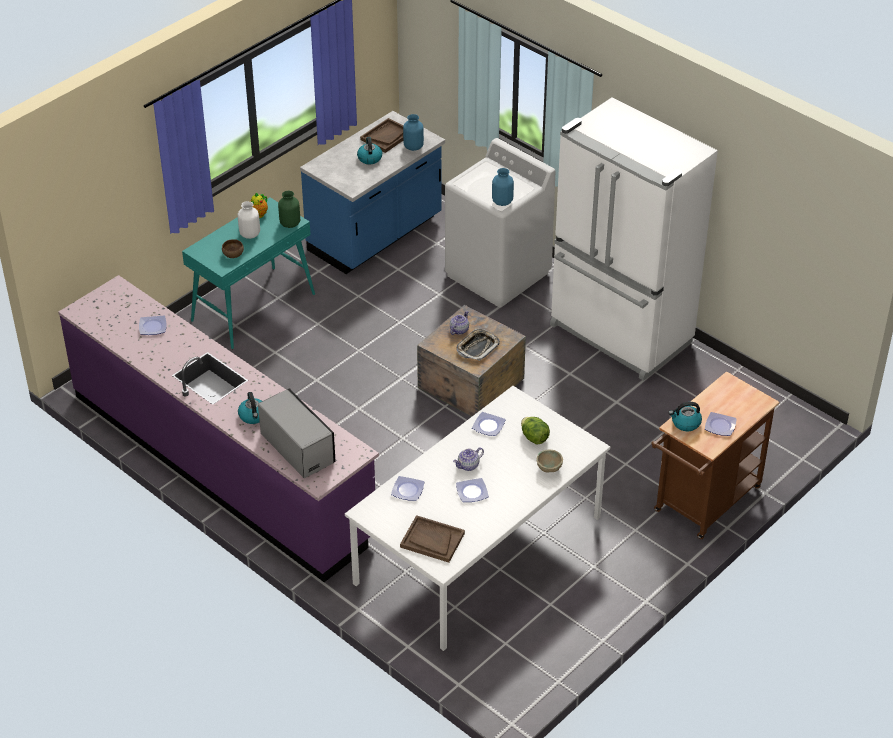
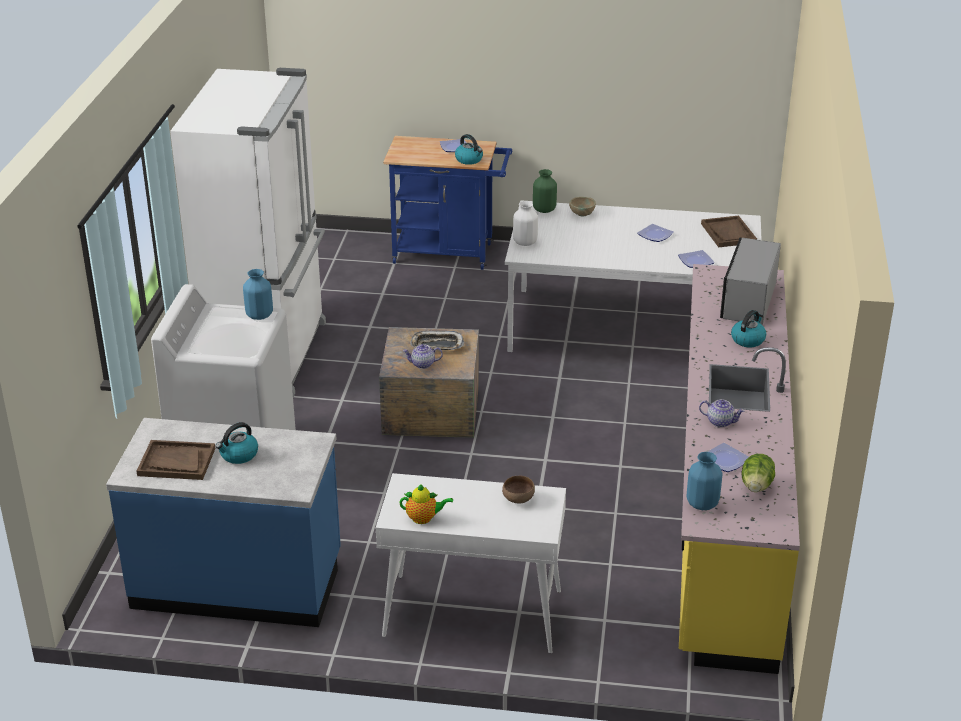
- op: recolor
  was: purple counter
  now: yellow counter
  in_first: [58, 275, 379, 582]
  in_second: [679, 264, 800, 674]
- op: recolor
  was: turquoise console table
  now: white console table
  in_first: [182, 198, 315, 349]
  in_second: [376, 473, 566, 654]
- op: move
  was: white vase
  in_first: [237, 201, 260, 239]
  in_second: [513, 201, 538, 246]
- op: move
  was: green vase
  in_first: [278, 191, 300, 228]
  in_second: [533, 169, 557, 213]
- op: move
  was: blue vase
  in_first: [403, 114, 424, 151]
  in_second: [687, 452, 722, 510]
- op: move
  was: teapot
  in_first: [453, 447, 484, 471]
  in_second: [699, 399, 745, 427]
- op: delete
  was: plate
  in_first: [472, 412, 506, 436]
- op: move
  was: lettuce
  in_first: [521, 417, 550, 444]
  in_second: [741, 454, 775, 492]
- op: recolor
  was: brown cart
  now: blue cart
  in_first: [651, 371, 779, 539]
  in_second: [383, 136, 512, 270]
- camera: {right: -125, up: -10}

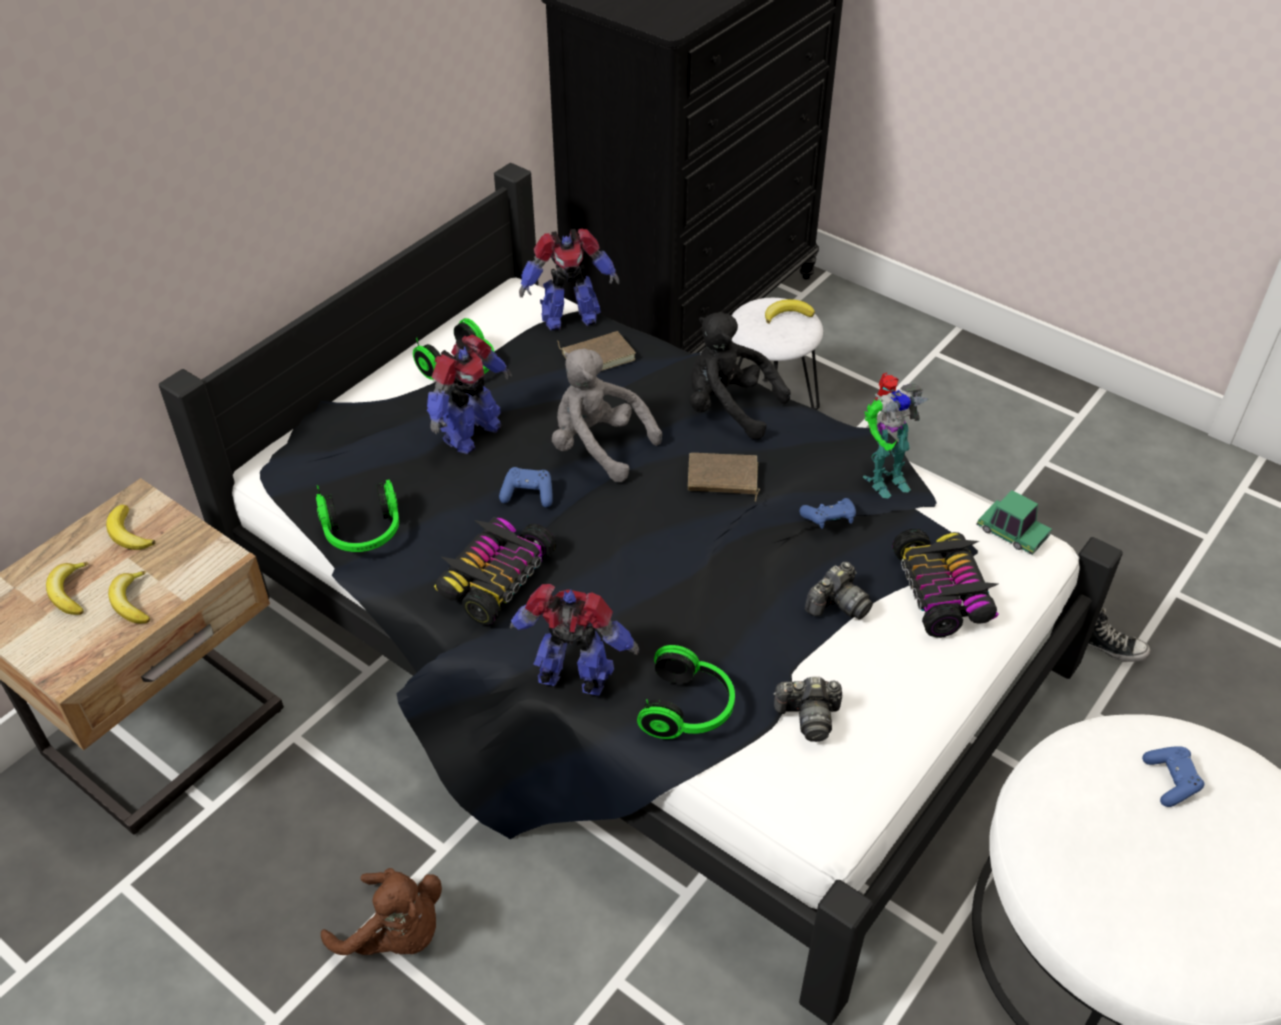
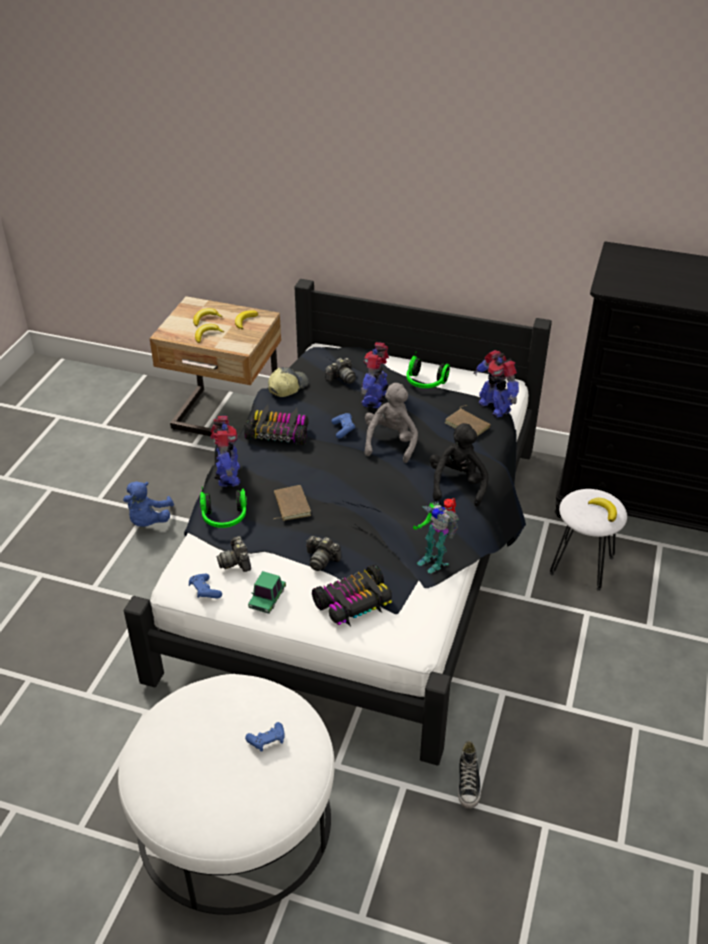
- op: replace
  was: headphones
  now: cap
  in_first: [316, 479, 399, 552]
  in_second: [268, 367, 309, 397]
- op: recolor
  was: brown plush toy
  now: blue plush toy
  in_first: [321, 868, 442, 955]
  in_second: [123, 481, 174, 527]
- op: rotate
  was: toy robot
  in_first: [427, 335, 512, 454]
  in_second: [361, 342, 389, 408]
  clockwise: 90
- op: move
  was: brown book
  in_first: [688, 453, 760, 501]
  in_second: [273, 485, 311, 521]
- op: move
  was: blue game controller
  in_first: [800, 498, 856, 529]
  in_second: [189, 574, 222, 598]
- op: move
  was: toy car
  in_first: [976, 490, 1052, 555]
  in_second: [248, 571, 286, 614]
- op: insert
  now: photo camera
  in_second: [325, 358, 356, 384]
- camera: {right: 70, up: -5}

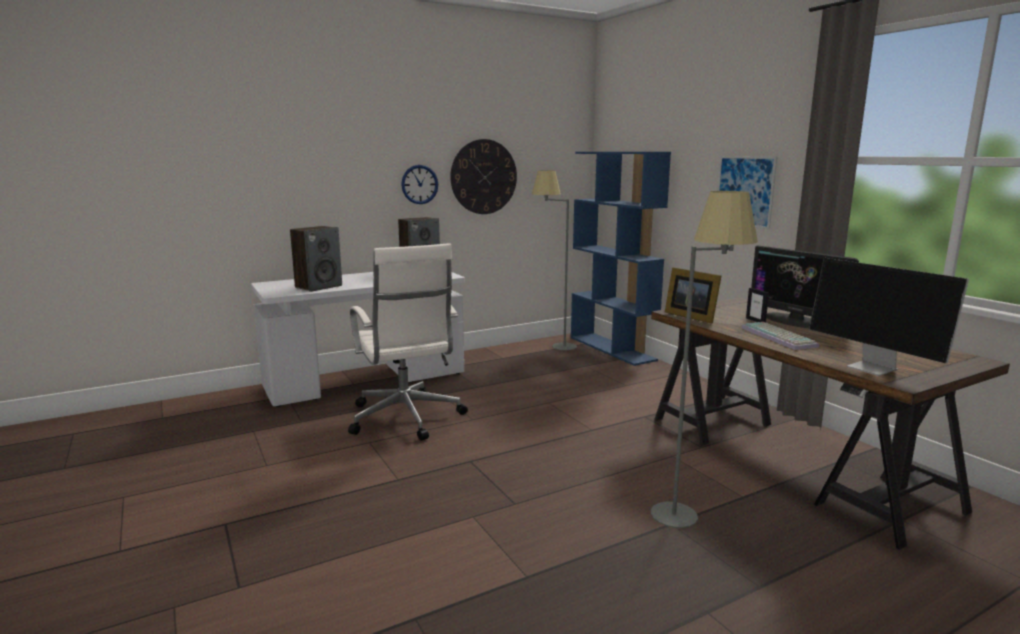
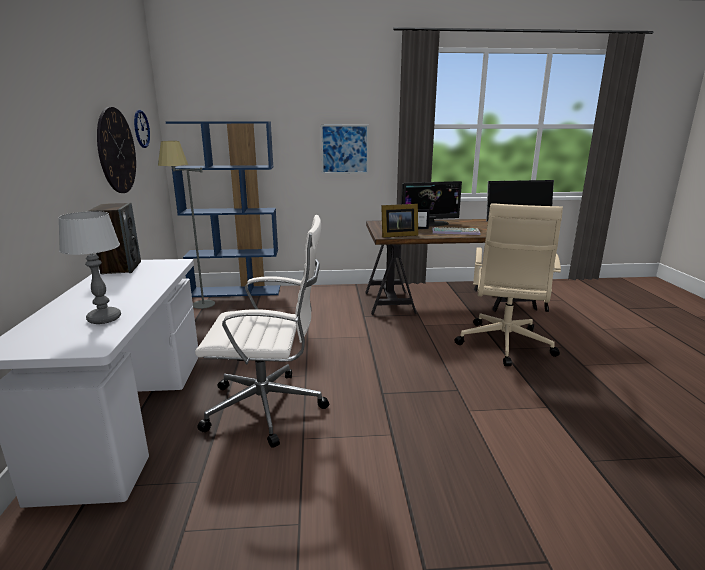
- op: replace
  was: speaker
  now: table lamp
  in_first: [290, 226, 342, 292]
  in_second: [58, 211, 121, 324]
- op: move
  was: wall clock
  in_first: [401, 165, 438, 204]
  in_second: [134, 110, 150, 148]
- op: replace
  was: grey floor lamp
  now: beige office chair
  in_first: [651, 191, 758, 528]
  in_second: [454, 203, 563, 366]
- camera: {right: -65, up: 5}

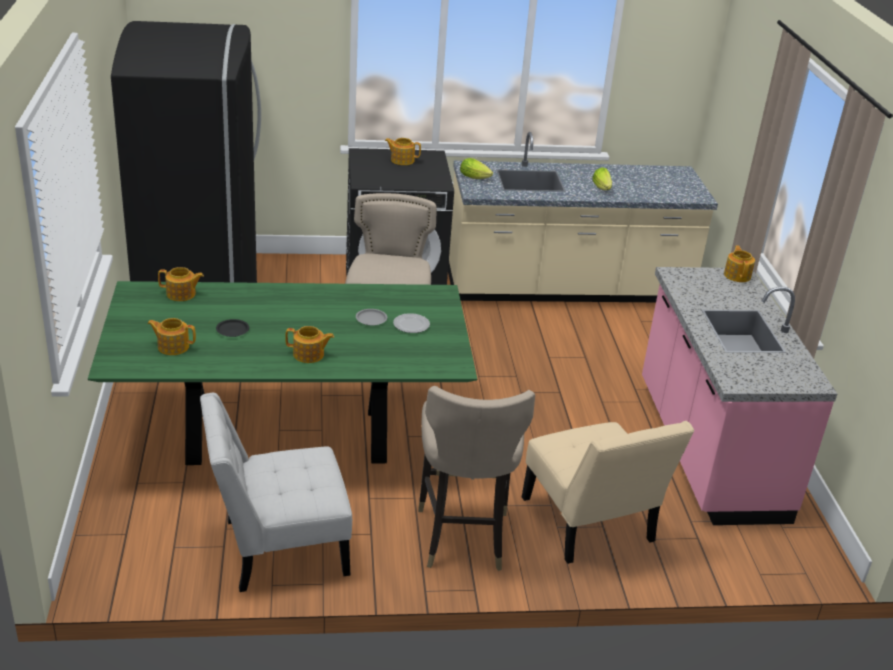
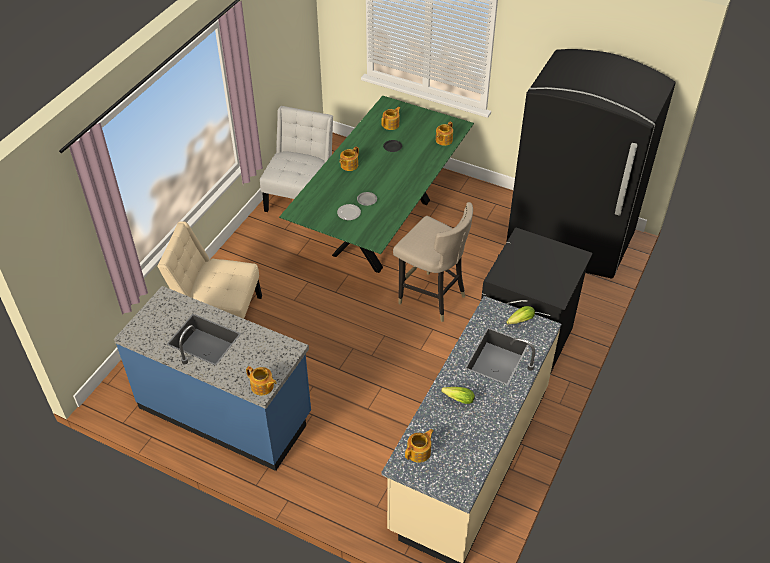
- op: move
  was: teapot
  in_first: [385, 138, 421, 165]
  in_second: [405, 429, 434, 463]
- op: delete
  was: beige stool
  in_first: [418, 386, 535, 571]
- op: recolor
  was: pink counter
  now: blue counter
  in_first: [642, 267, 837, 525]
  in_second: [114, 286, 311, 471]
- camera: {right: 125, up: 15}

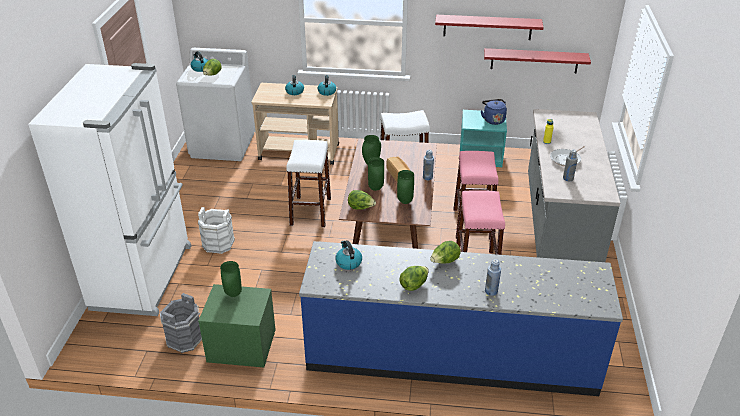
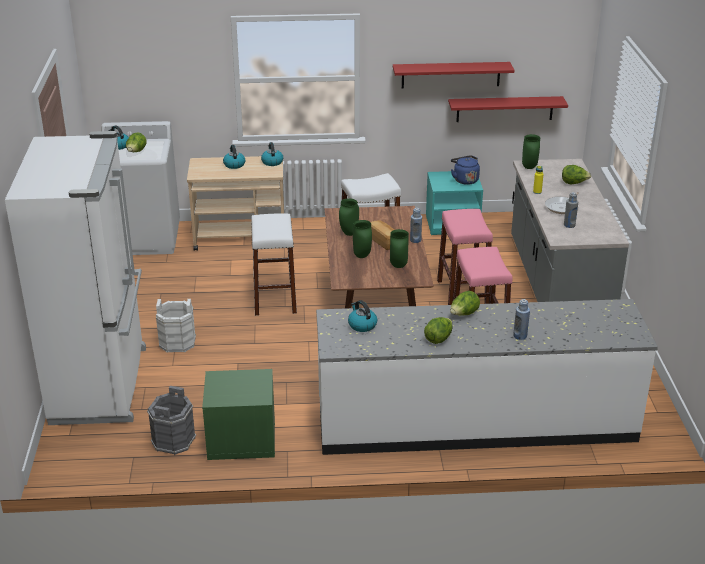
- op: move
  was: green vase
  in_first: [220, 261, 242, 297]
  in_second: [522, 134, 540, 169]
- op: recolor
  was: blue counter
  now: white counter
  in_first: [299, 241, 623, 396]
  in_second: [316, 299, 658, 455]
- op: move
  was: lettuce
  in_first: [348, 190, 376, 210]
  in_second: [562, 165, 591, 184]
- camera: {right: -10, up: -5}

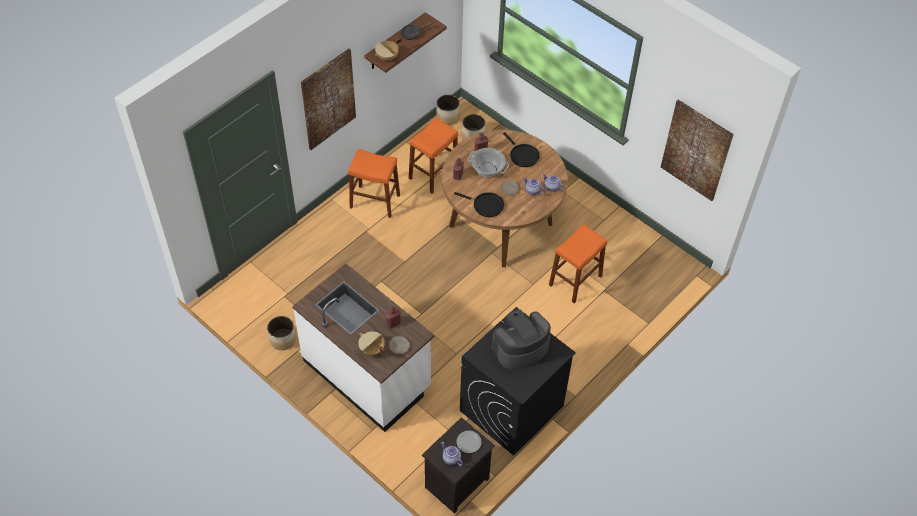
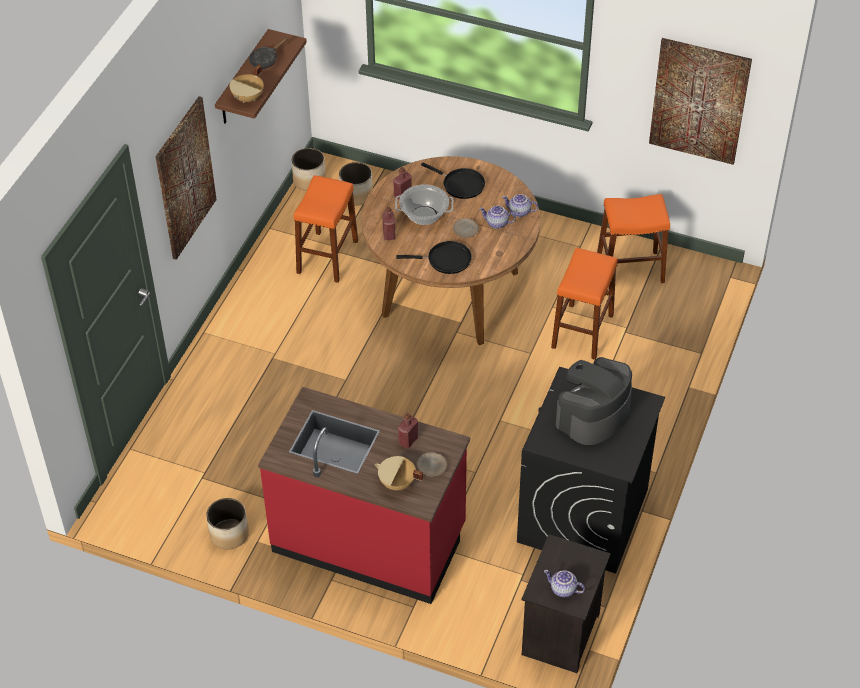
- op: recolor
  was: white counter
  now: red counter
  in_first: [292, 263, 435, 432]
  in_second: [258, 387, 470, 604]
- op: move
  was: orange stool
  in_first: [348, 149, 400, 218]
  in_second: [597, 194, 670, 283]
- op: delete
  was: plate
  in_first: [457, 431, 482, 453]
- camera: {right: -20, up: -5}

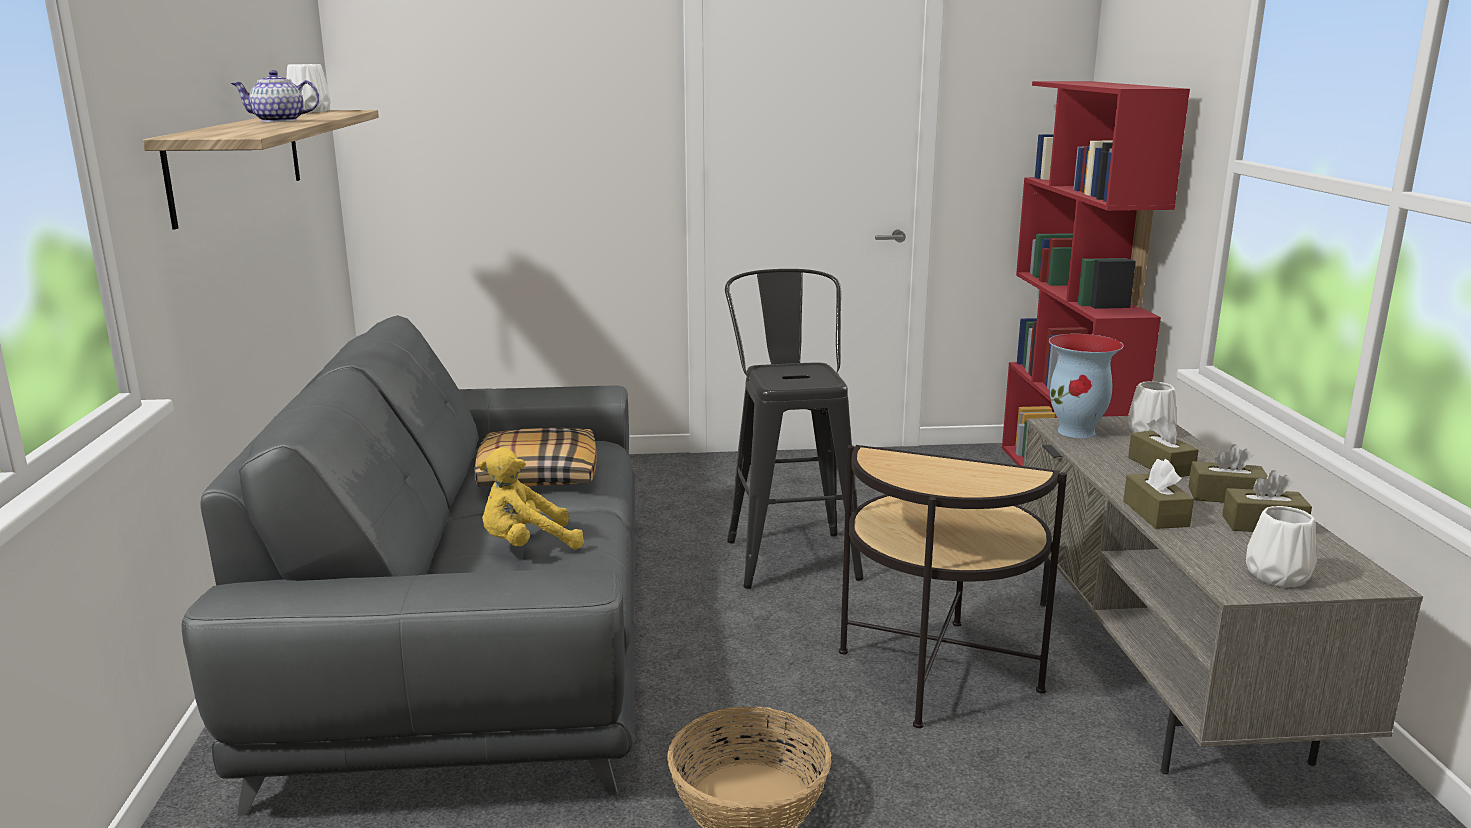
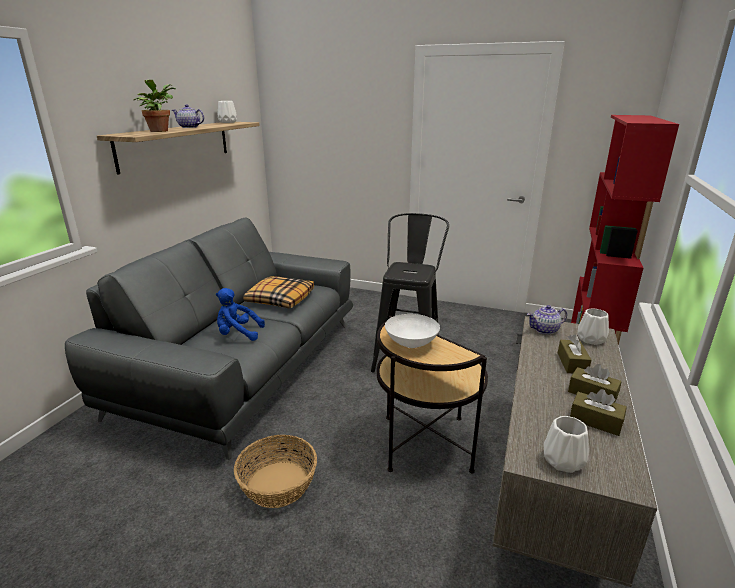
- op: recolor
  was: yellow plush toy
  now: blue plush toy
  in_first: [478, 448, 584, 549]
  in_second: [216, 288, 265, 341]
- op: replace
  was: vase
  now: teapot
  in_first: [1049, 334, 1124, 438]
  in_second: [527, 305, 567, 335]
- op: delete
  was: brown tissue box
  in_first: [1123, 459, 1194, 529]
- op: insert
  now: potted plant
  in_second: [134, 80, 176, 132]
- op: insert
  now: white bowl
  in_second: [385, 314, 440, 348]
- camera: {right: 25, up: 5}

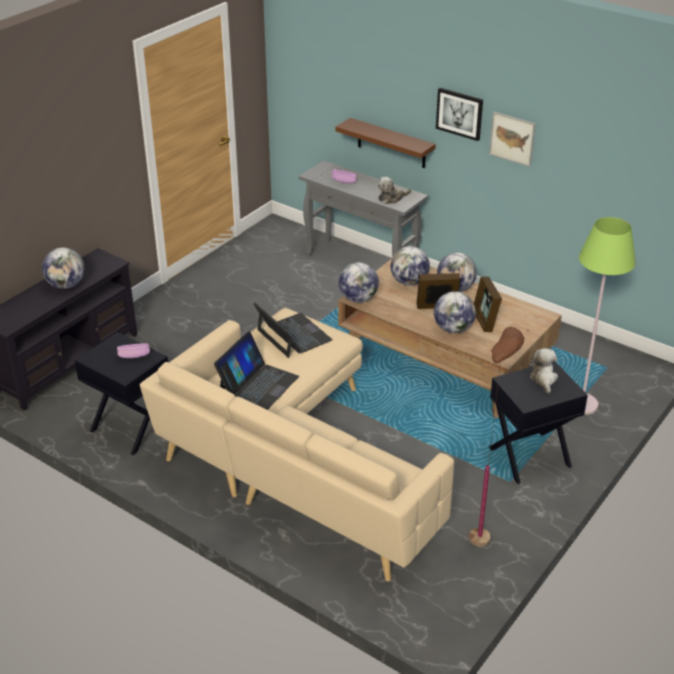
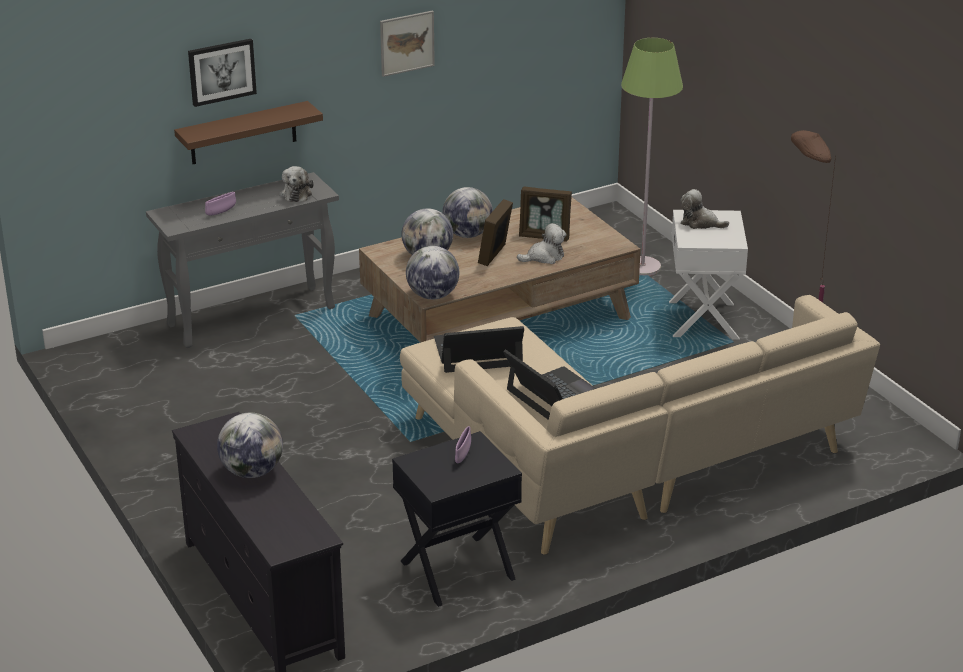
- op: replace
  was: globe
  now: plush toy
  in_first: [434, 291, 476, 333]
  in_second: [517, 223, 567, 264]
- op: move
  was: picture
  in_first: [436, 88, 483, 141]
  in_second: [188, 39, 257, 107]
- op: recolor
  was: black side table
  now: white side table
  in_first: [489, 362, 588, 484]
  in_second: [669, 210, 748, 340]
- camera: {right: -65, up: -5}

